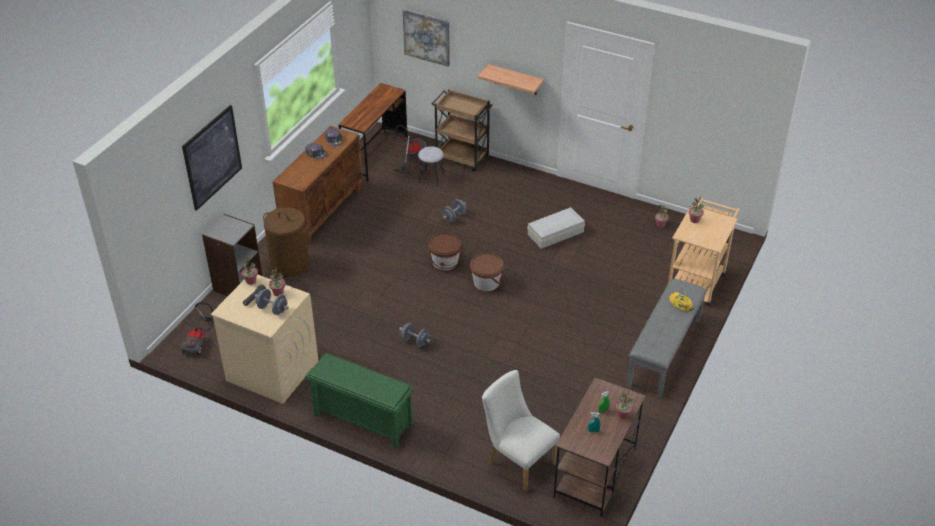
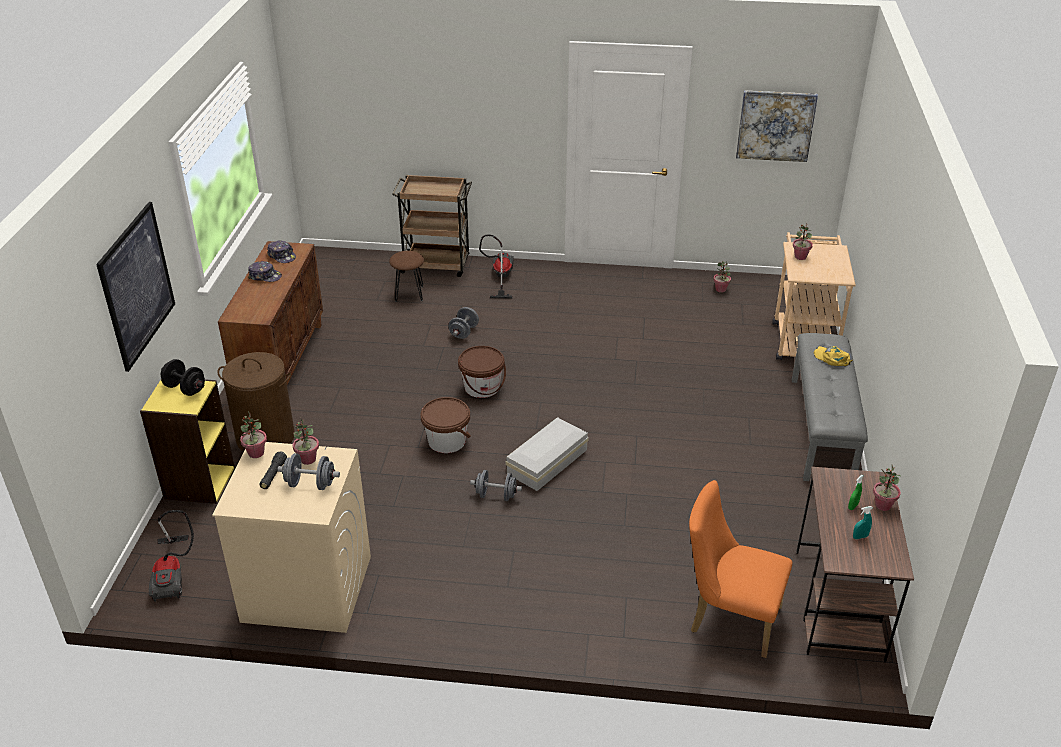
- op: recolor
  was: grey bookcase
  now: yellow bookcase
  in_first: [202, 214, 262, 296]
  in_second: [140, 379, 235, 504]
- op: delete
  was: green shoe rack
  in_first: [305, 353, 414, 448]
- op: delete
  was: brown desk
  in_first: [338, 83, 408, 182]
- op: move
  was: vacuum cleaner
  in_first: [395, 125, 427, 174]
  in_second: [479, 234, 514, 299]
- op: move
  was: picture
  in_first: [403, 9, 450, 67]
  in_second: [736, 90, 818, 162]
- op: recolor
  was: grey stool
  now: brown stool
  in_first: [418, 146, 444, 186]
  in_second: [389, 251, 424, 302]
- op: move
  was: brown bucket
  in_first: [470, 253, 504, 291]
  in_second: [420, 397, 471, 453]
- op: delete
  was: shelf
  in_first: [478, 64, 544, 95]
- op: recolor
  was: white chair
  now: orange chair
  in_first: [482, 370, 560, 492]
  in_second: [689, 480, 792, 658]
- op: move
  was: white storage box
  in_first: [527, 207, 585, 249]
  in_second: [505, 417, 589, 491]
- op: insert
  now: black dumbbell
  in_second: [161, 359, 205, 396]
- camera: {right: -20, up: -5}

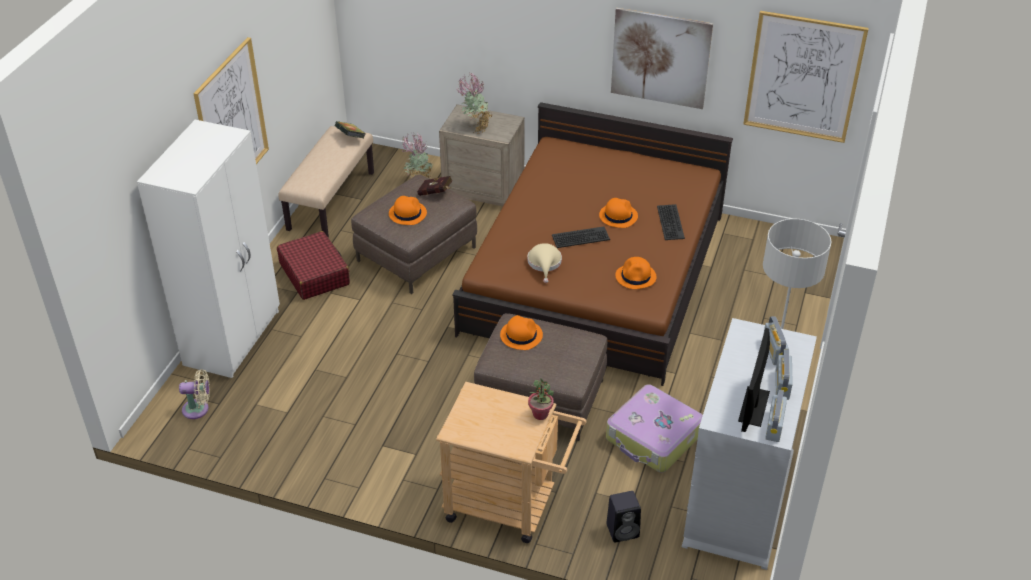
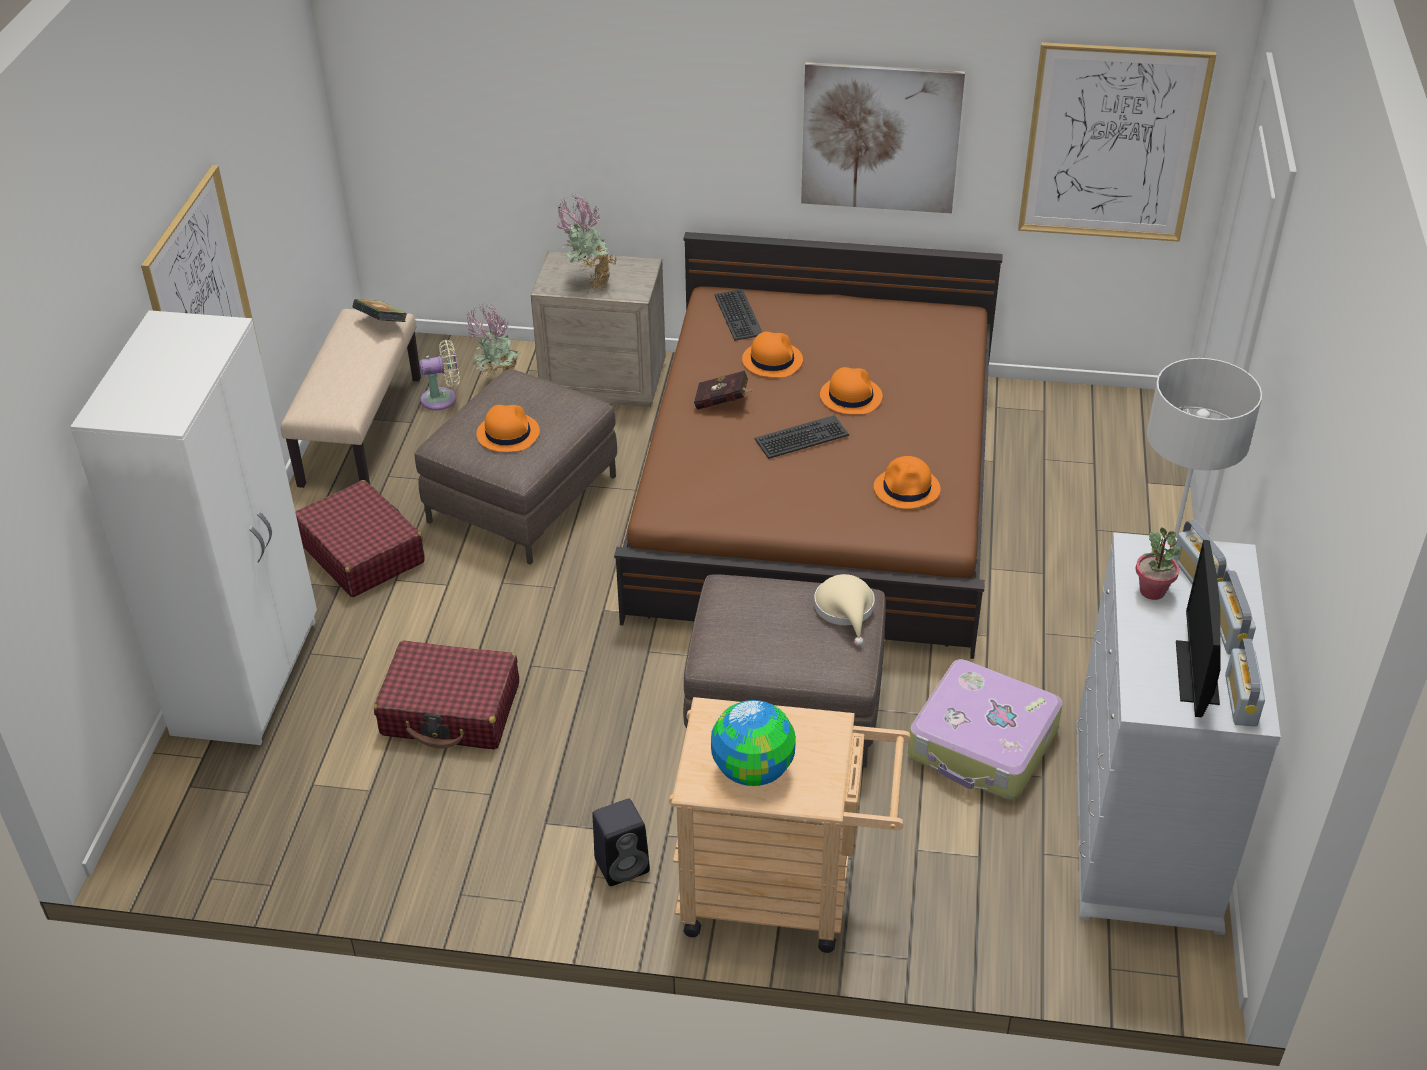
- op: move
  was: beige fan
  in_first: [179, 369, 210, 419]
  in_second: [419, 340, 460, 410]
- op: move
  was: red book
  in_first: [417, 176, 452, 196]
  in_second: [694, 371, 753, 410]
- op: move
  was: orange hat
  in_first: [500, 315, 543, 350]
  in_second: [742, 331, 803, 377]
- op: move
  was: beige hat
  in_first: [527, 243, 562, 283]
  in_second: [814, 574, 875, 646]
- op: move
  was: potted plant
  in_first: [528, 378, 554, 420]
  in_second: [1135, 527, 1181, 600]
- op: move
  was: black speaker
  in_first: [606, 491, 641, 542]
  in_second: [592, 799, 650, 886]
- op: move
  was: keyboard
  in_first: [657, 204, 685, 240]
  in_second: [715, 289, 762, 341]
- op: insert
  now: red suitcase
  in_second: [374, 640, 519, 749]
- op: insert
  now: globe
  in_second: [711, 700, 796, 786]
- camera: {right: -10, up: 0}

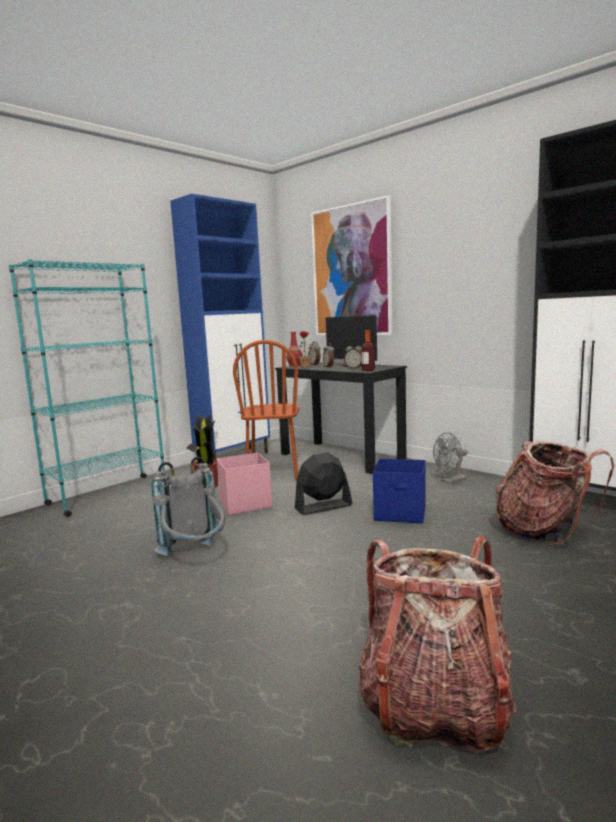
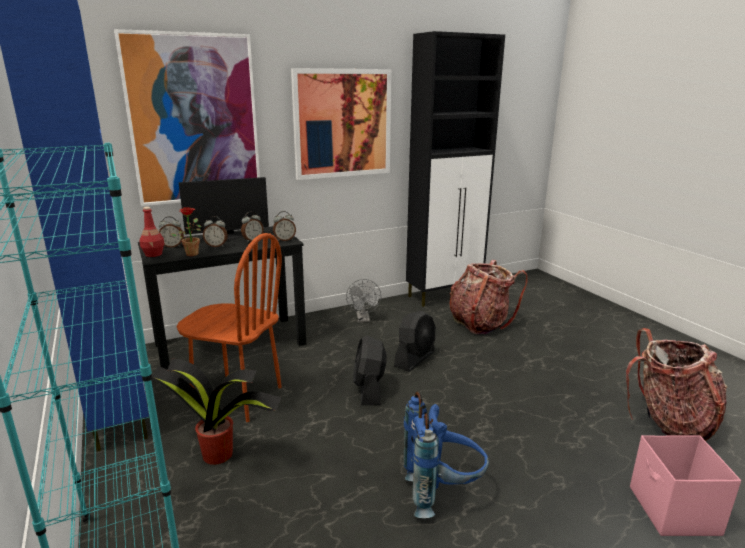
- op: recolor
  was: grey backpack
  now: blue backpack
  in_first: [151, 456, 225, 556]
  in_second: [404, 391, 489, 518]
- op: move
  was: pink storage box
  in_first: [217, 453, 272, 515]
  in_second: [630, 435, 741, 536]
- op: replace
  was: bottle
  now: alarm clock
  in_first: [361, 330, 375, 371]
  in_second: [273, 211, 296, 242]
- op: replace
  was: blue storage box
  now: black fan
  in_first: [373, 459, 426, 524]
  in_second: [394, 311, 436, 372]
- op: insert
  now: picture
  in_second: [291, 68, 392, 180]
- camera: {right: -70, up: 10}

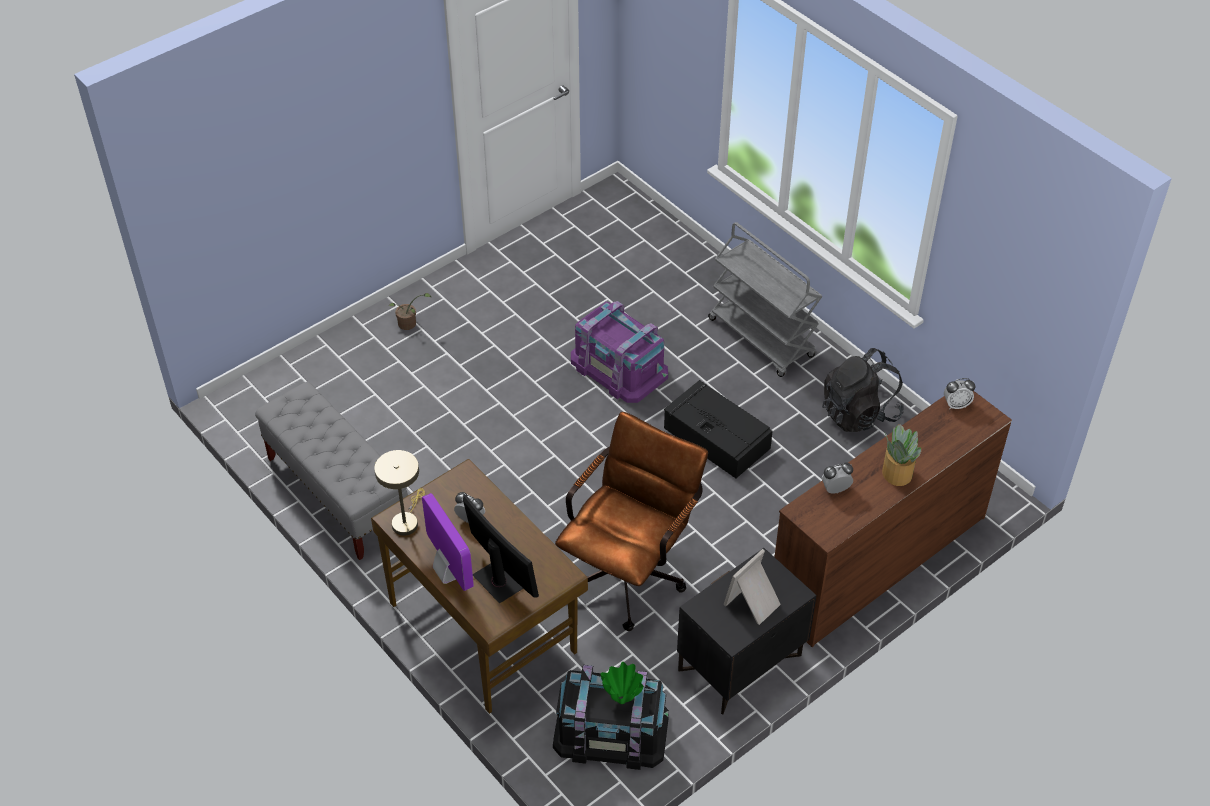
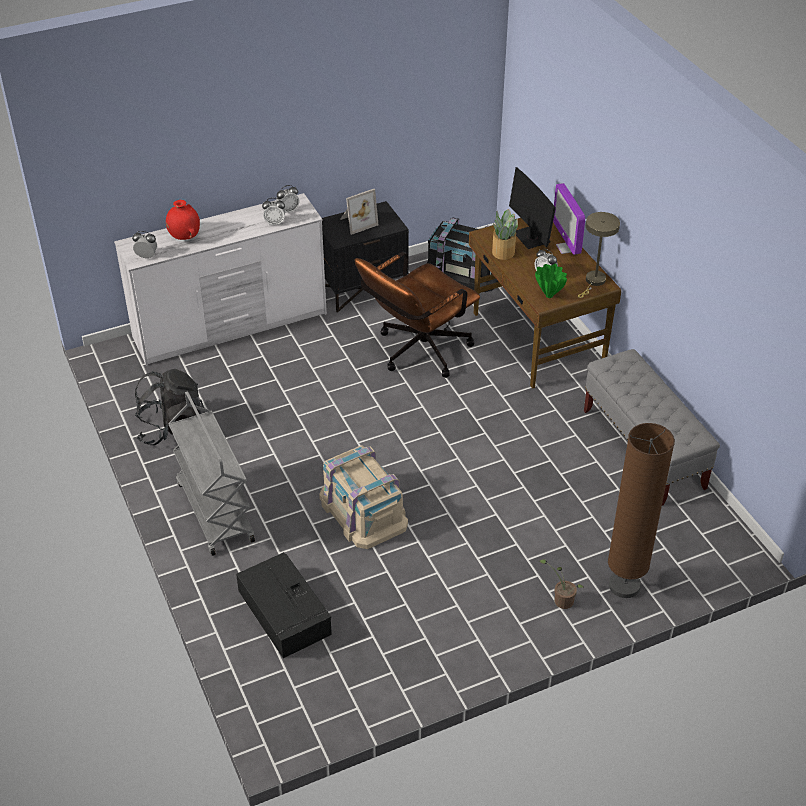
- op: recolor
  was: purple storage box
  now: beige storage box
  in_first: [571, 301, 668, 403]
  in_second: [319, 445, 408, 549]
- op: move
  was: green vase
  in_first: [600, 662, 644, 704]
  in_second: [535, 263, 567, 298]
- op: move
  was: black storage box
  in_first: [664, 380, 773, 478]
  in_second: [236, 552, 332, 658]
- op: recolor
  was: brown dresser
  now: white dresser
  in_first: [775, 391, 1012, 647]
  in_second: [114, 193, 327, 366]
- op: move
  was: potted plant
  in_first: [882, 424, 922, 486]
  in_second: [492, 209, 518, 260]
- op: insert
  now: red vase
  in_second: [166, 200, 200, 240]
- op: insert
  now: alarm clock
  in_second: [276, 185, 299, 213]
- op: insert
  now: brown floor lamp
  in_second: [608, 423, 675, 598]
- camera: {right: -165, up: -5}

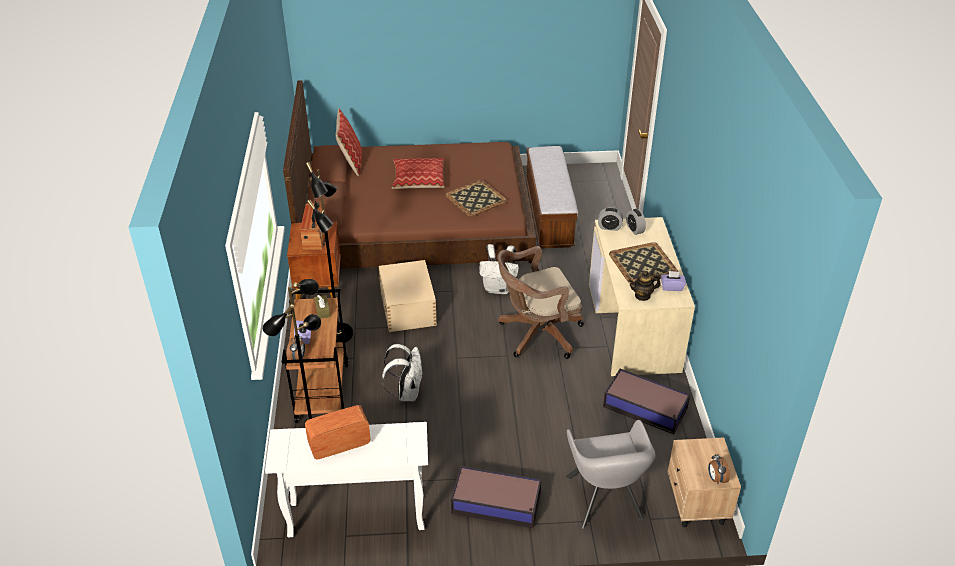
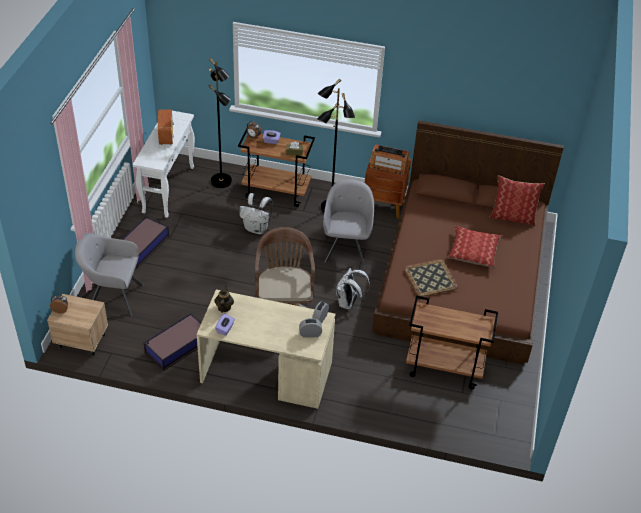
- op: replace
  was: beige storage box
  now: grey armchair
  in_first: [378, 260, 437, 332]
  in_second: [323, 179, 374, 267]
- op: replace
  was: bench
  now: brown cart
  in_first: [526, 146, 578, 249]
  in_second: [406, 295, 498, 390]
- op: delete
  was: tray
  in_first: [609, 242, 679, 283]
- camera: {right: 105, up: 5}

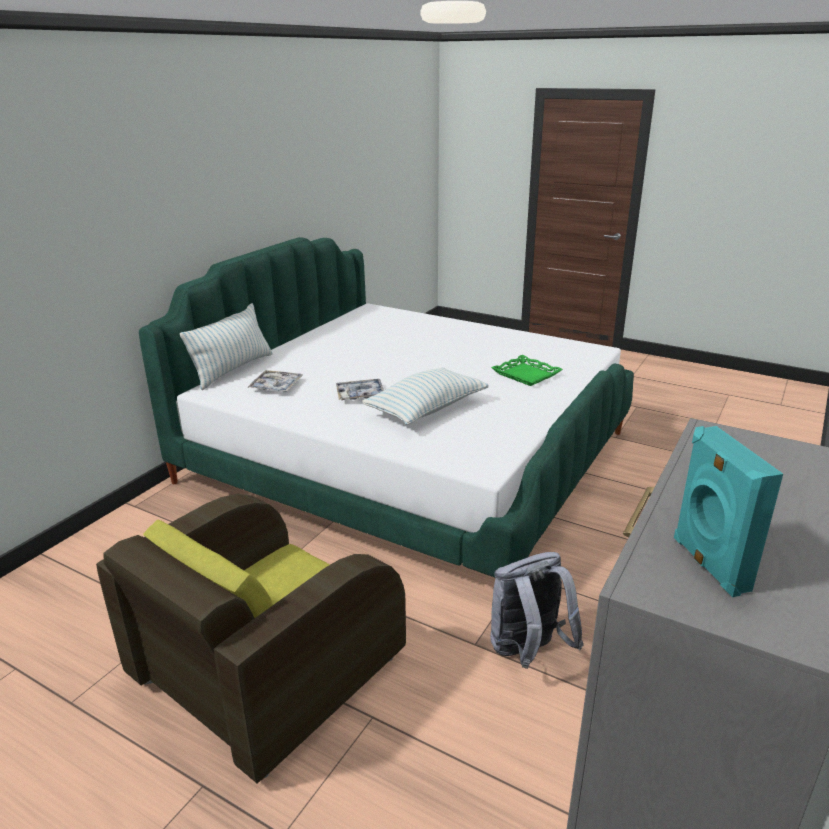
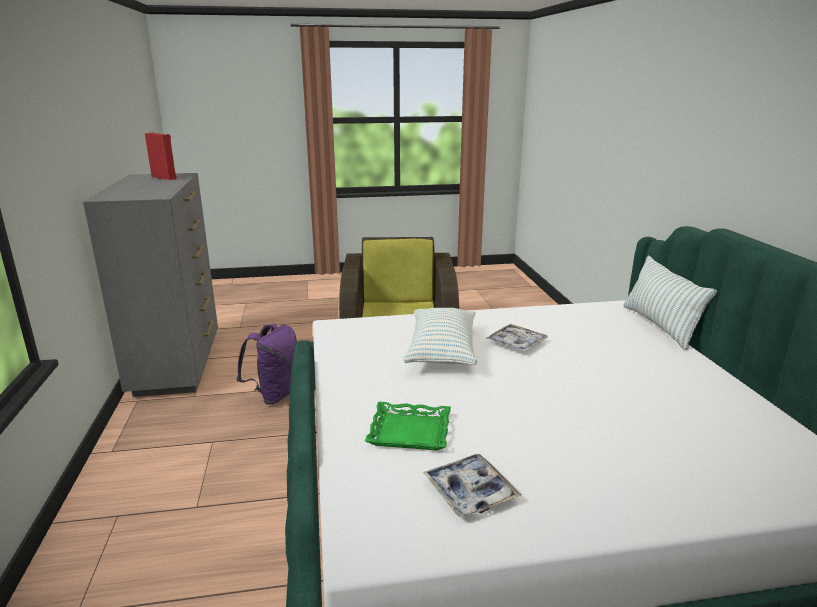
- op: move
  was: tray
  in_first: [247, 370, 303, 392]
  in_second: [423, 454, 521, 518]
- op: recolor
  was: grey backpack
  now: purple backpack
  in_first: [490, 552, 584, 669]
  in_second: [236, 324, 297, 405]
- op: recolor
  was: turquoise speaker
  now: red speaker
  in_first: [674, 426, 783, 597]
  in_second: [145, 132, 177, 180]
- camera: {right: 140, up: -5}

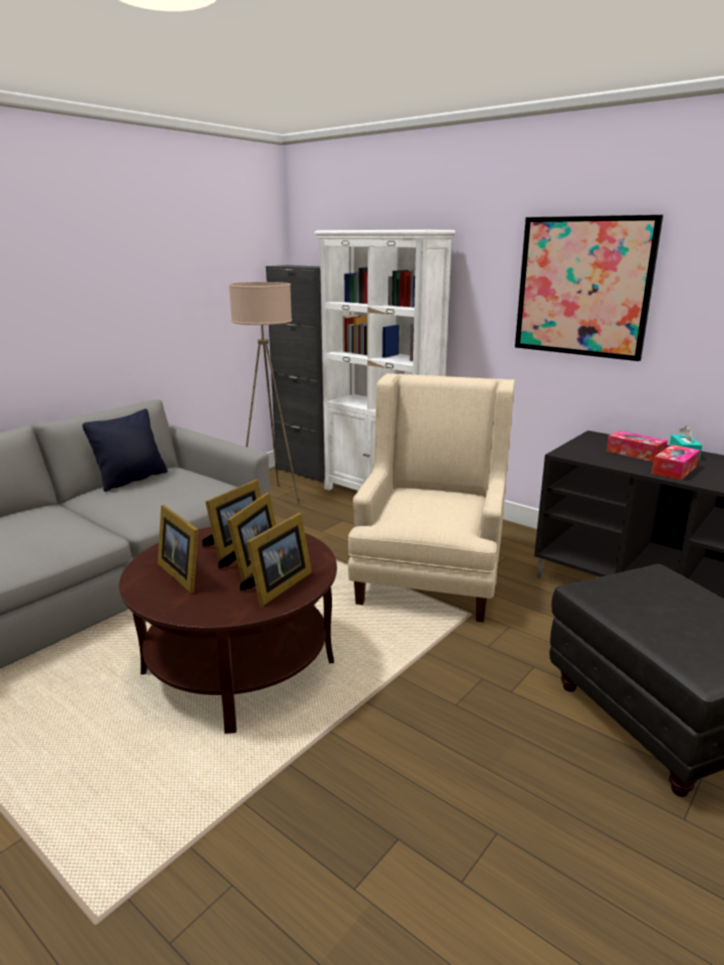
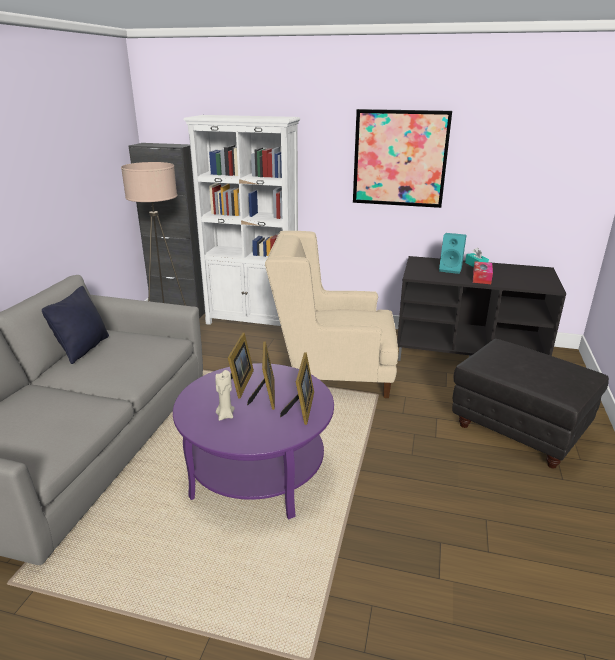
- op: recolor
  was: brown coffee table
  now: purple coffee table
  in_first: [119, 527, 337, 734]
  in_second: [173, 363, 334, 519]
- op: replace
  was: picture frame
  now: beige candle
  in_first: [158, 505, 199, 593]
  in_second: [215, 370, 235, 421]
- op: rotate
  was: beige armchair
  in_first: [348, 373, 515, 622]
  in_second: [265, 231, 398, 398]
  clockwise: -75
- op: replace
  was: tissue box
  now: turquoise speaker
  in_first: [606, 431, 668, 462]
  in_second: [439, 233, 467, 274]
- camera: {right: -25, up: 5}

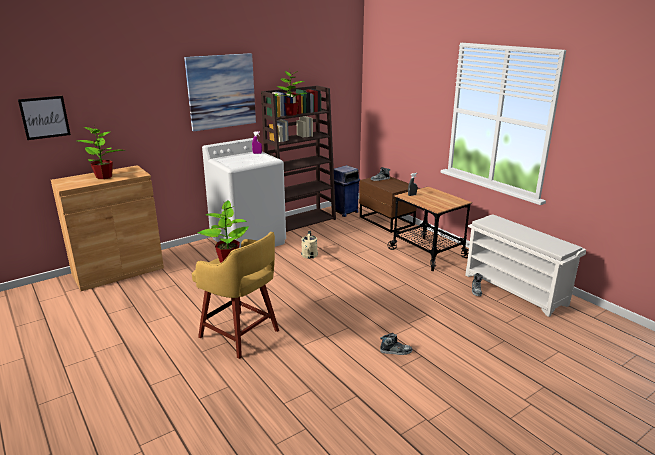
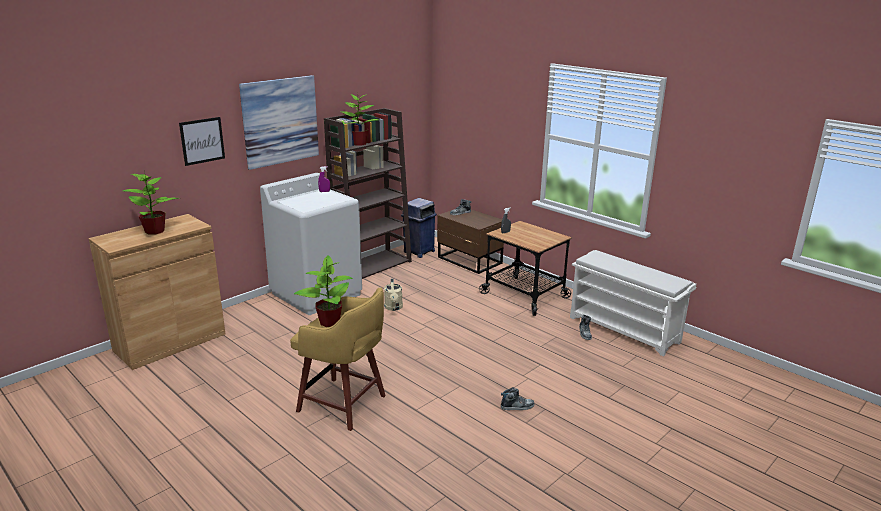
- op: move
  was: picture
  in_first: [18, 96, 71, 140]
  in_second: [179, 117, 225, 166]
- camera: {right: -10, up: 0}

